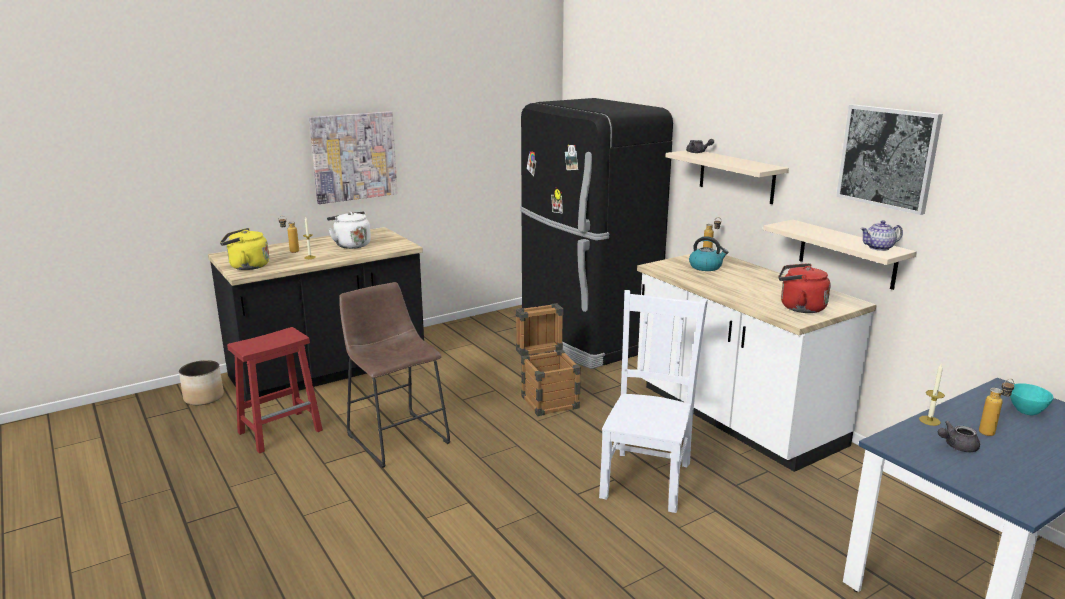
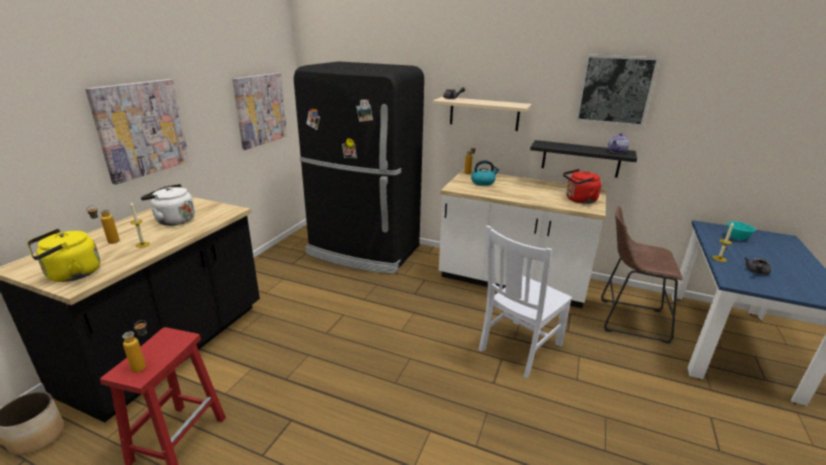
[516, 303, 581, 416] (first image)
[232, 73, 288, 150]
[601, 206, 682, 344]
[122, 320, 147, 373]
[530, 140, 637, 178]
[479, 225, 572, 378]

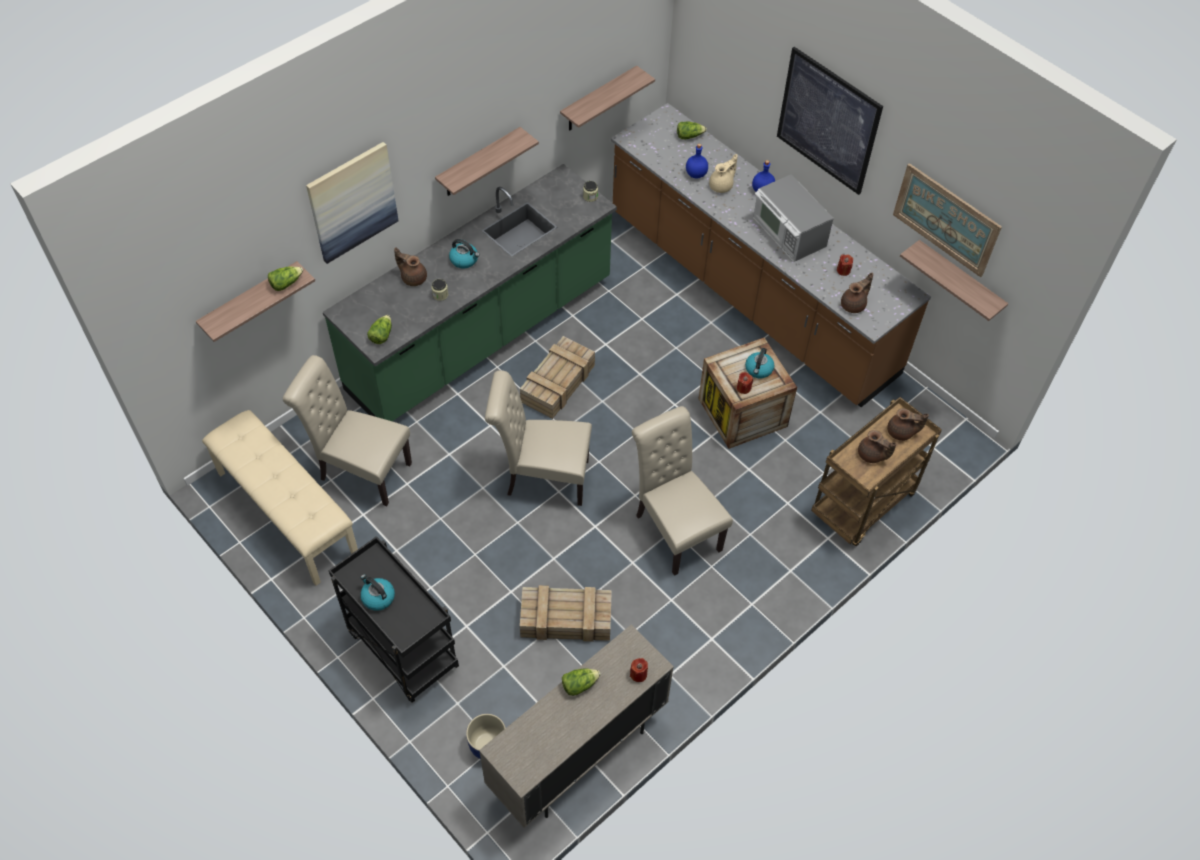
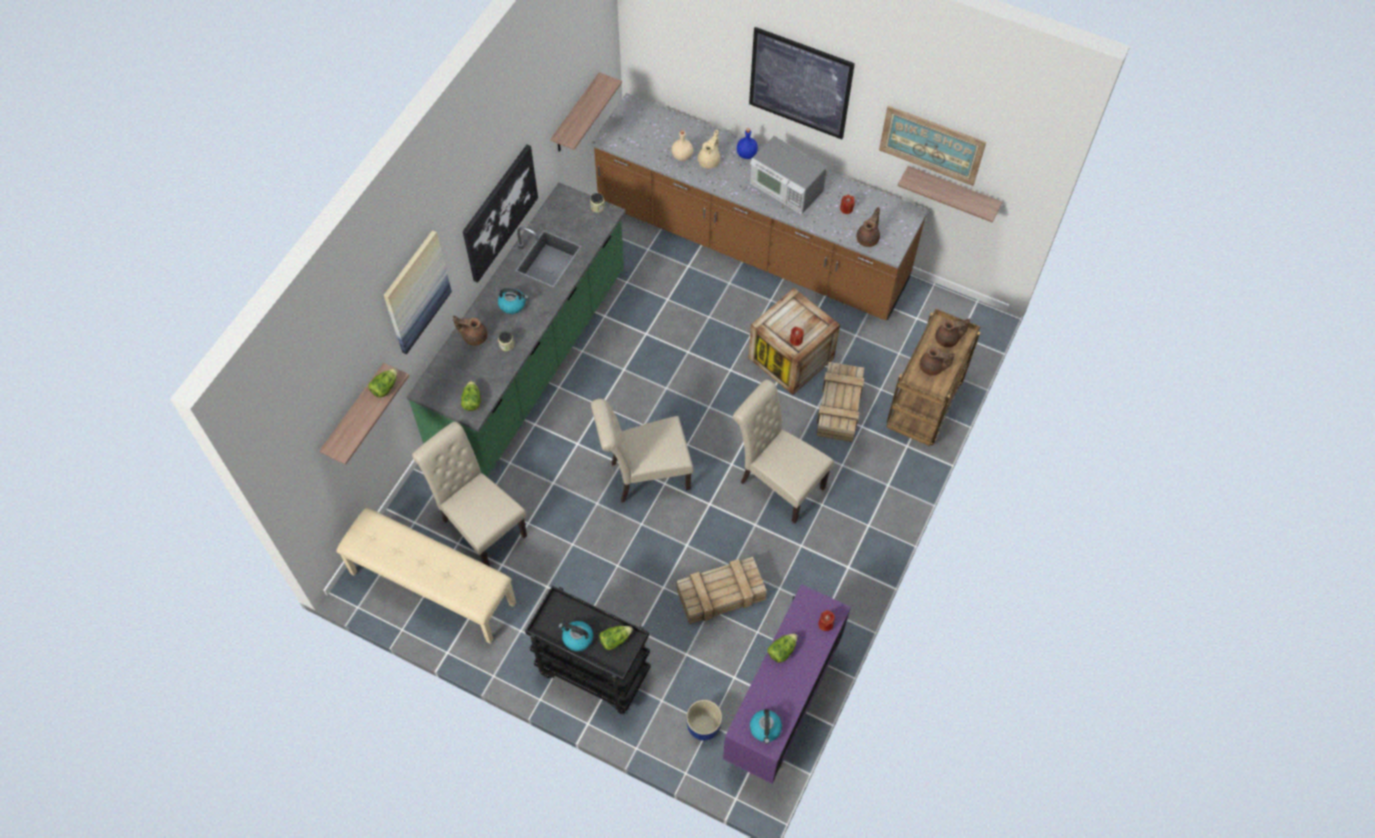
[816, 362, 864, 442]
[599, 626, 633, 650]
[750, 709, 782, 744]
[463, 145, 538, 283]
[723, 584, 851, 784]
[672, 130, 693, 161]
[412, 421, 527, 567]

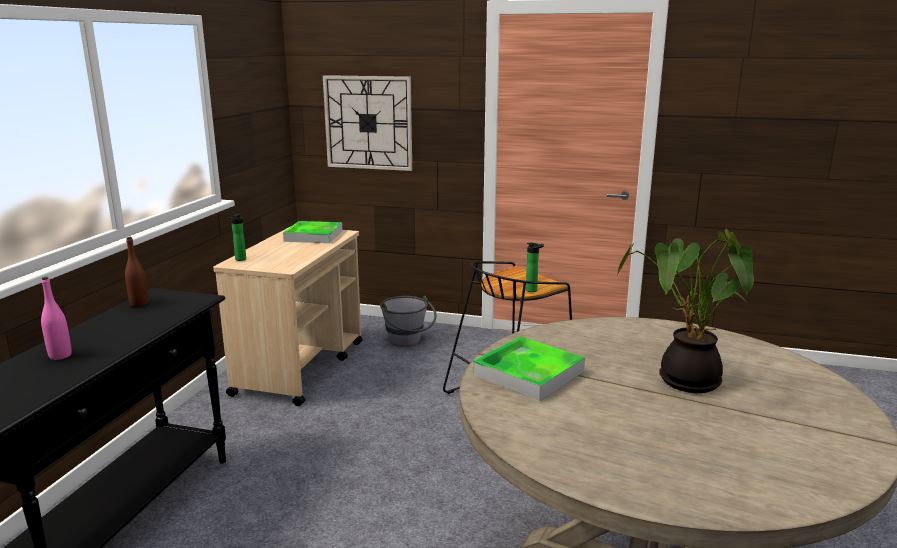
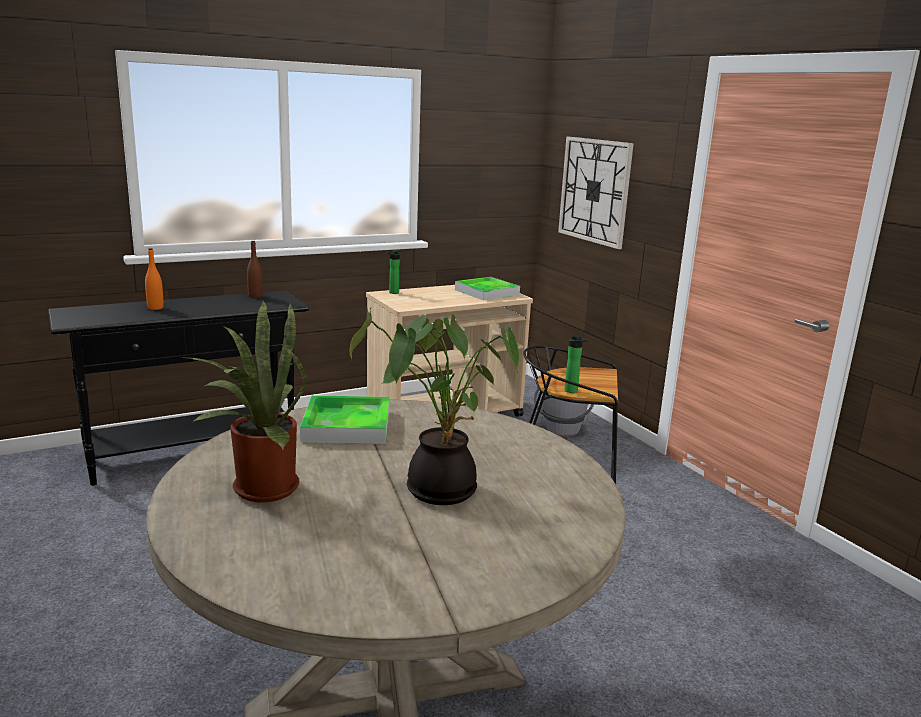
[181, 301, 307, 503]
[145, 248, 164, 310]

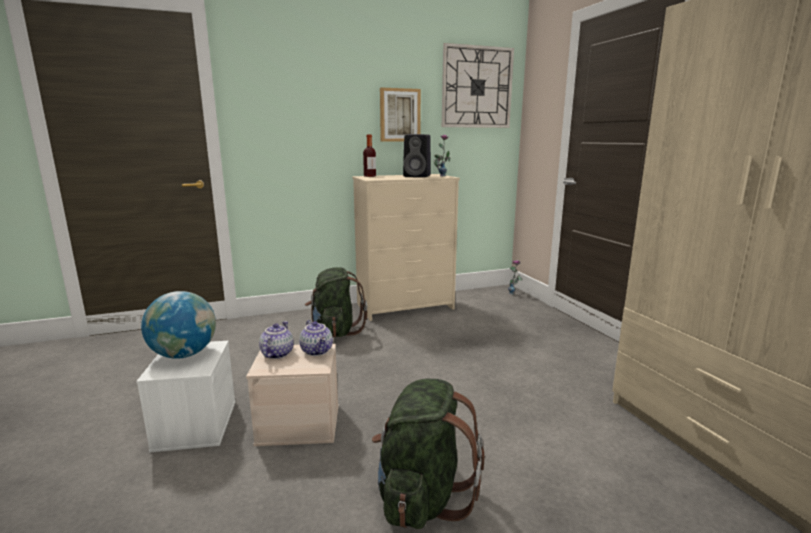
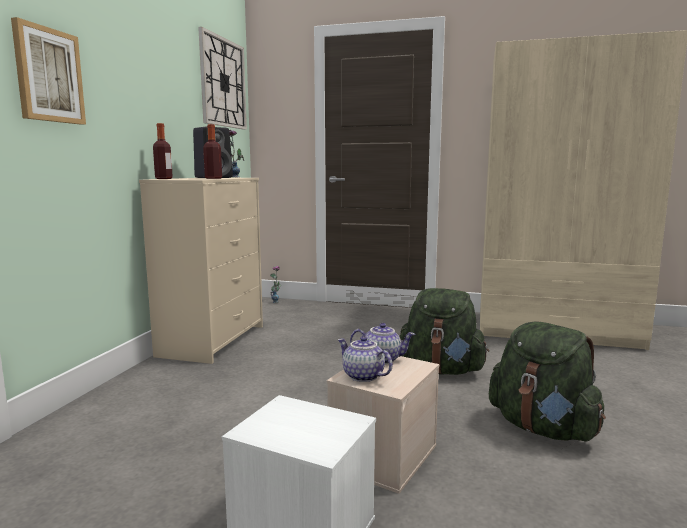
[141, 291, 216, 359] (first image)
[203, 124, 222, 179]
[399, 288, 489, 375]
[11, 17, 86, 125]

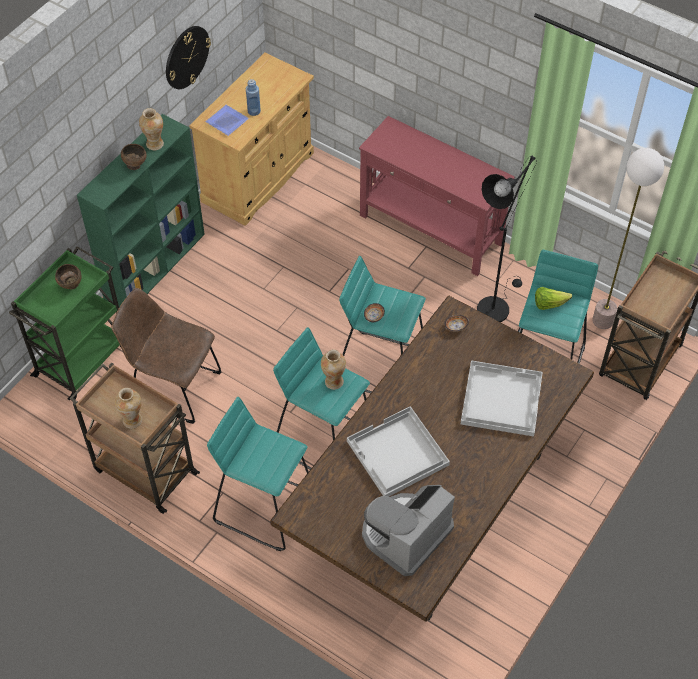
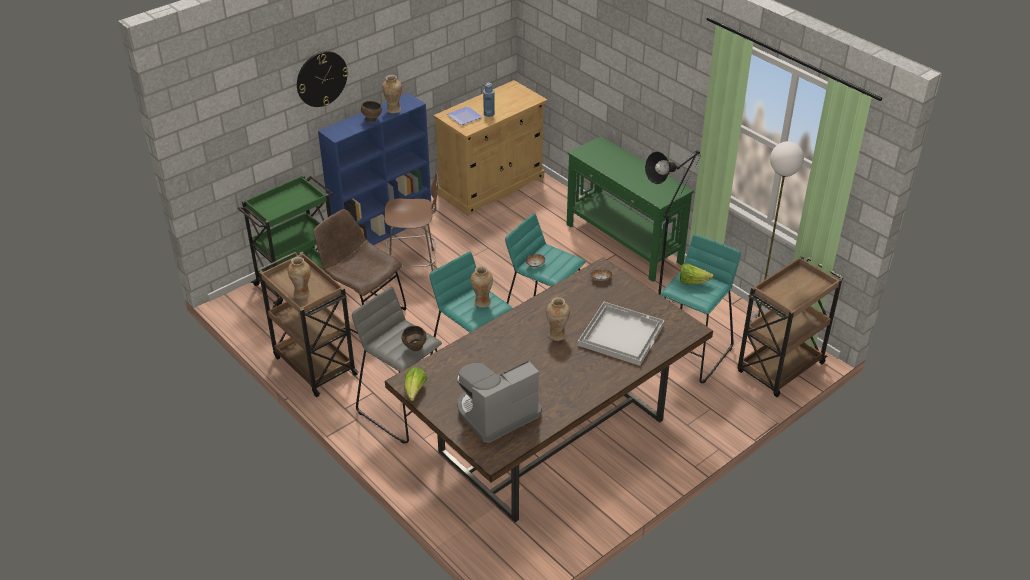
[347, 406, 450, 496] (first image)
[385, 171, 438, 280]
[404, 367, 427, 401]
[546, 297, 570, 341]
[402, 326, 427, 351]
[297, 51, 348, 107]
[318, 93, 431, 245]
[352, 286, 442, 444]
[567, 136, 694, 282]

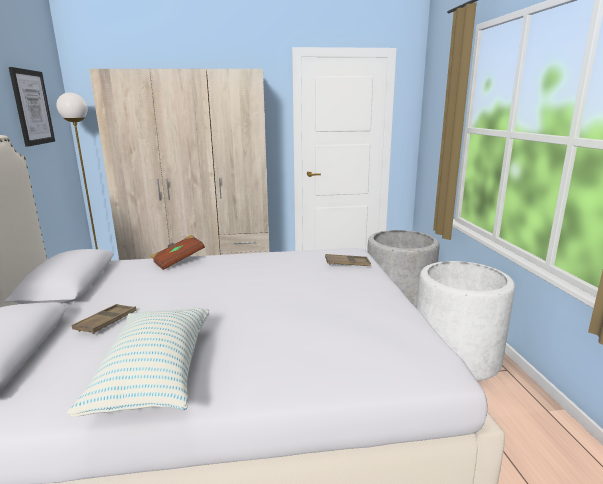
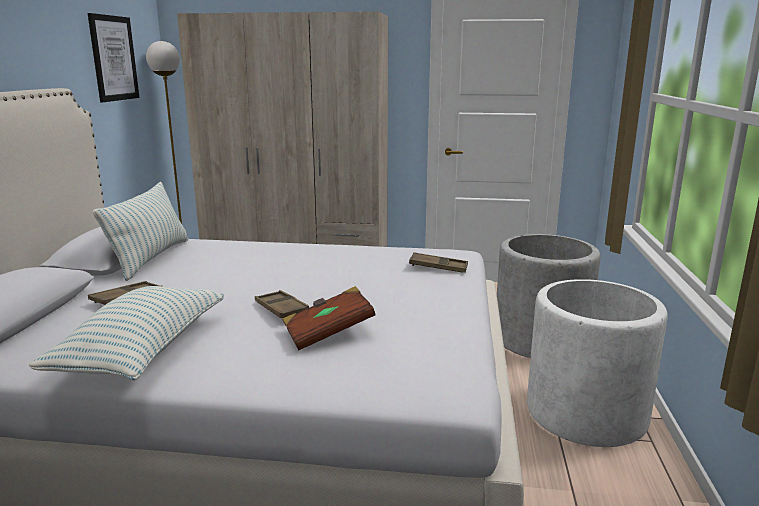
[93, 182, 188, 281]
[255, 290, 309, 318]
[282, 286, 376, 351]

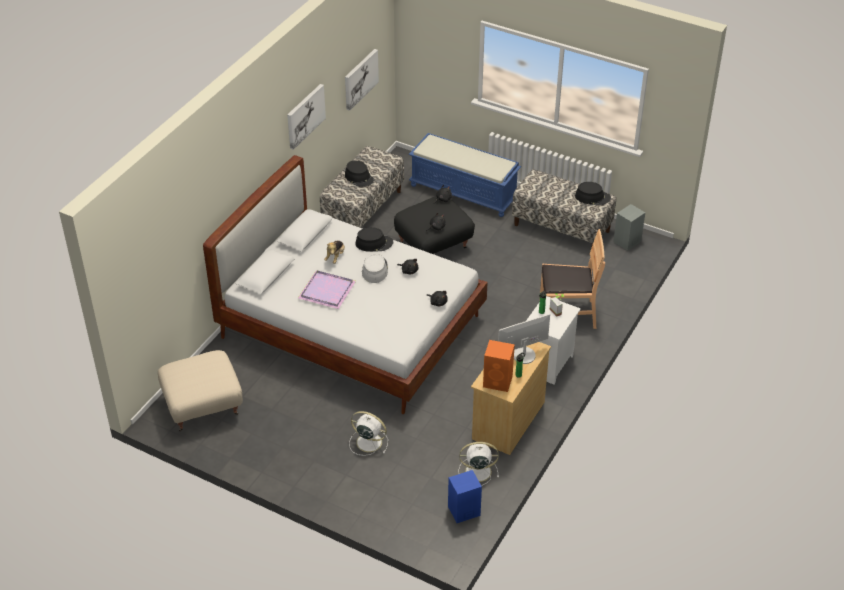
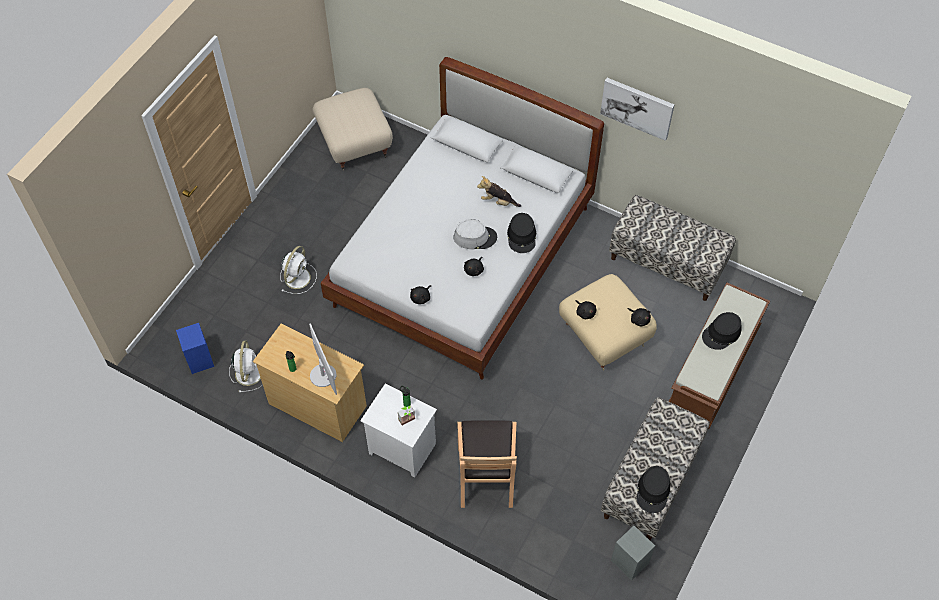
[298, 271, 356, 309] (first image)
[345, 49, 379, 111] (first image)
[483, 340, 515, 392] (first image)
[702, 312, 741, 350]
[559, 274, 657, 370]
[669, 283, 770, 429]

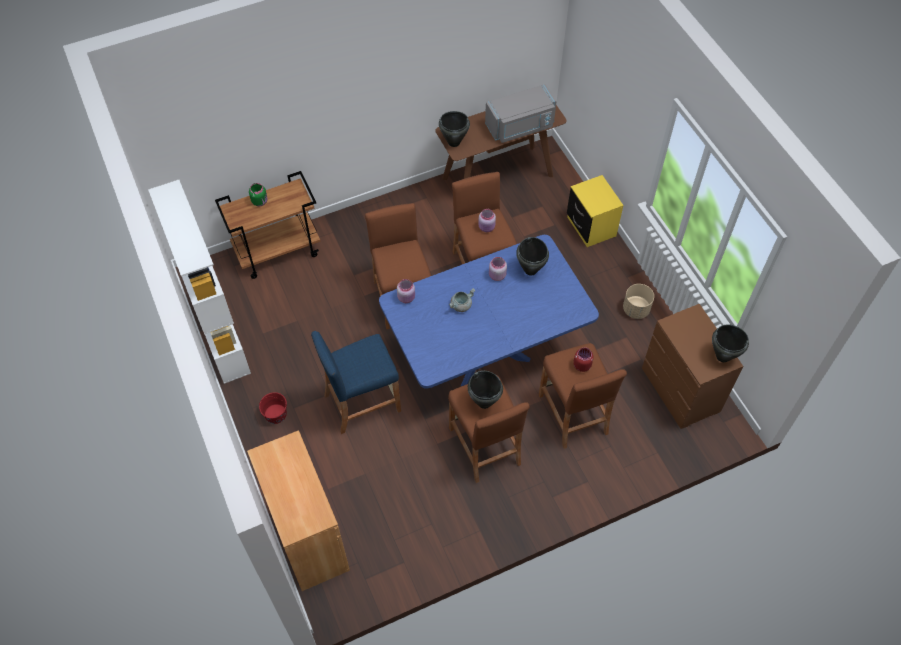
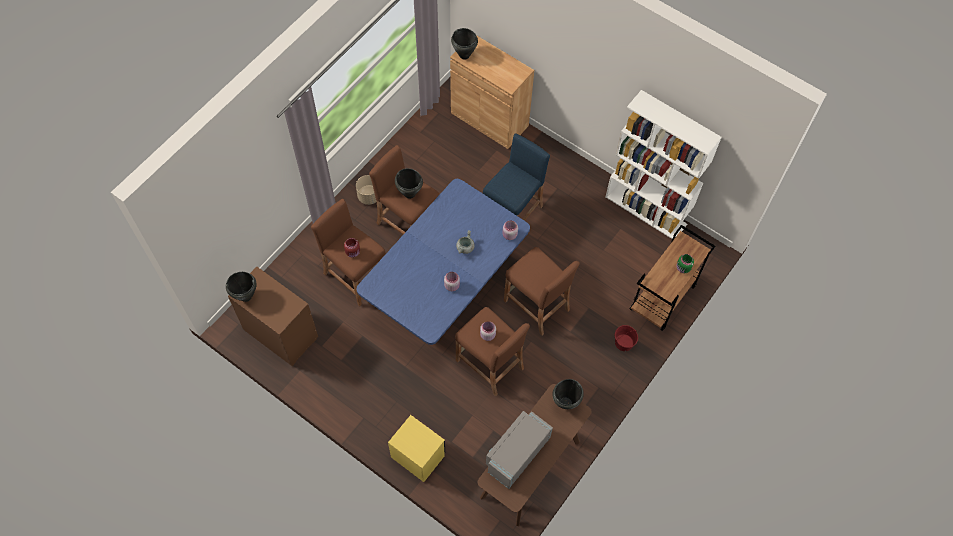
[615, 325, 638, 351]
[451, 28, 478, 60]
[356, 175, 376, 205]

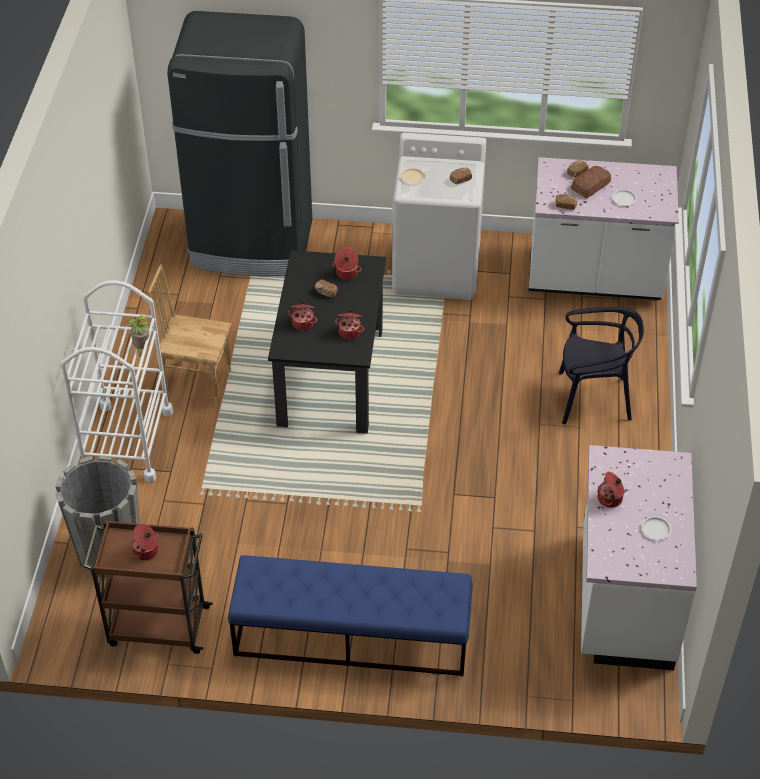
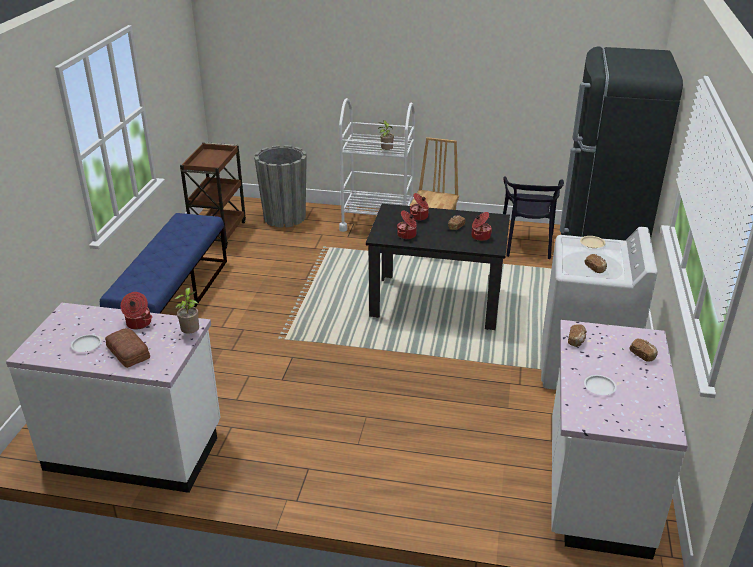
[131, 524, 158, 560] (first image)
[175, 288, 199, 334]
[503, 177, 564, 259]
[105, 328, 150, 368]

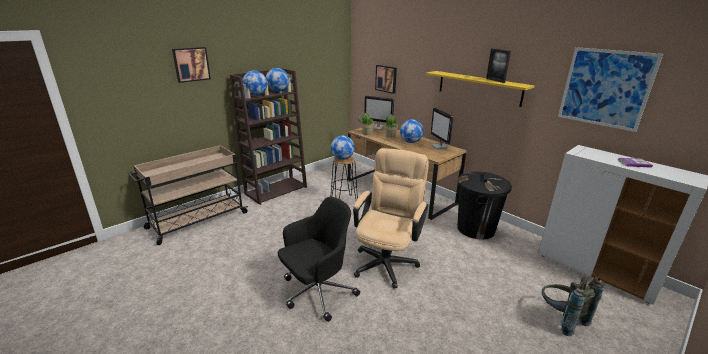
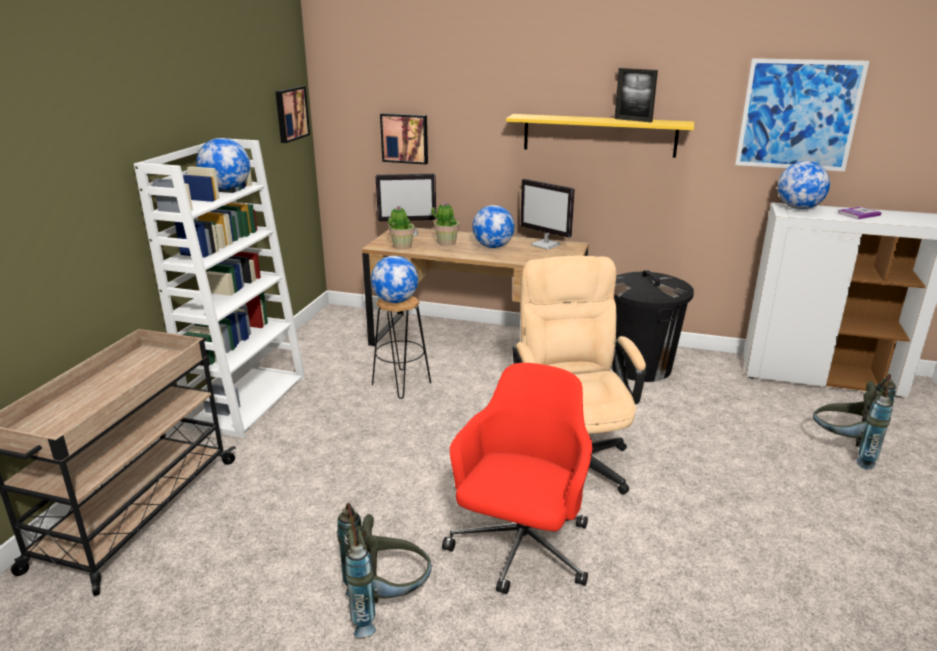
[337, 503, 432, 637]
[275, 86, 310, 143]
[778, 161, 830, 210]
[134, 139, 305, 438]
[442, 363, 592, 594]

